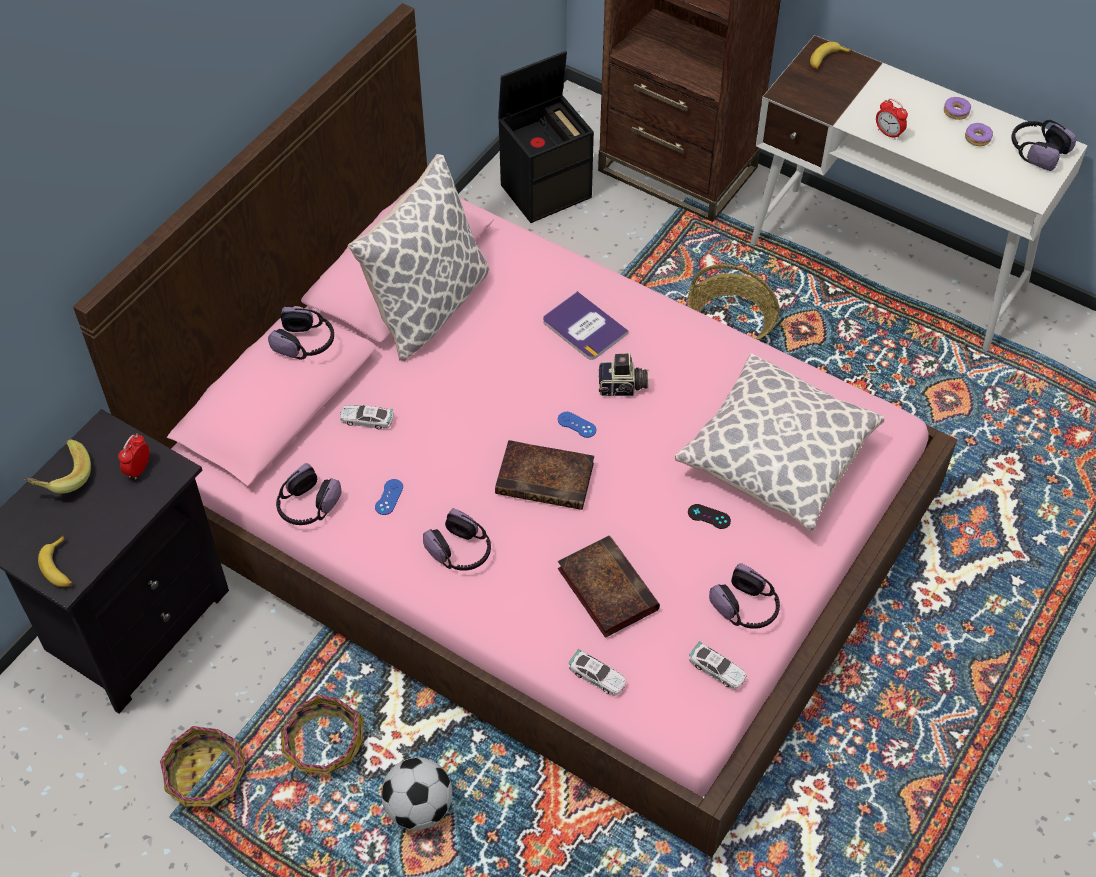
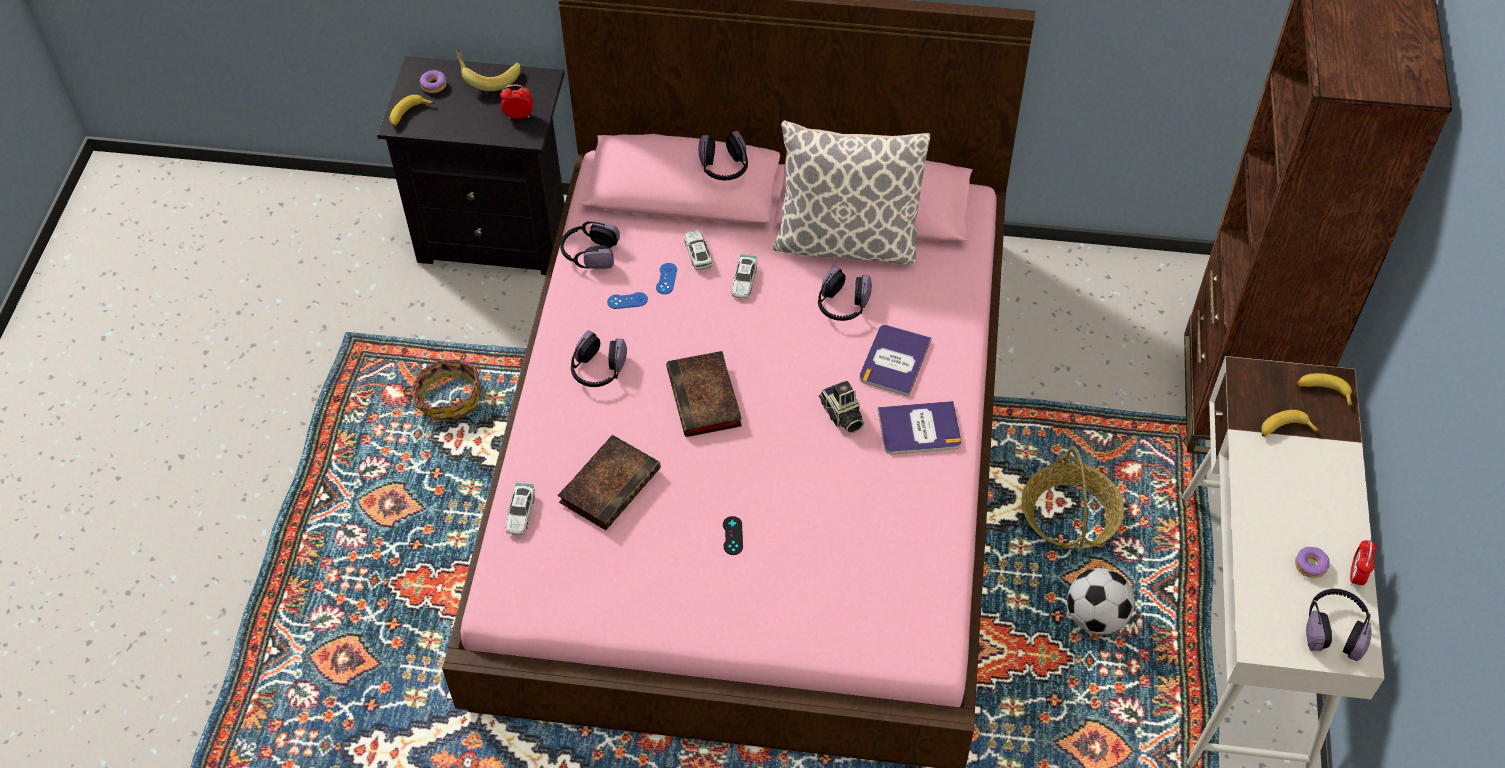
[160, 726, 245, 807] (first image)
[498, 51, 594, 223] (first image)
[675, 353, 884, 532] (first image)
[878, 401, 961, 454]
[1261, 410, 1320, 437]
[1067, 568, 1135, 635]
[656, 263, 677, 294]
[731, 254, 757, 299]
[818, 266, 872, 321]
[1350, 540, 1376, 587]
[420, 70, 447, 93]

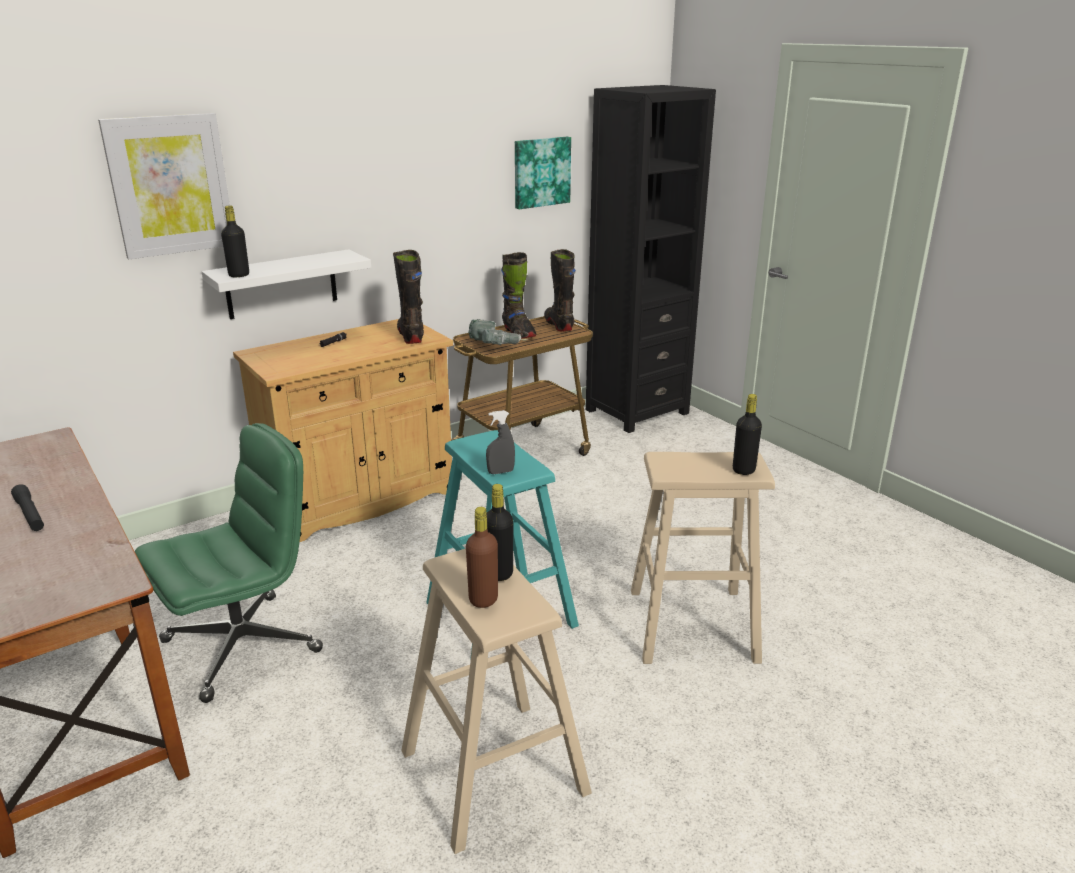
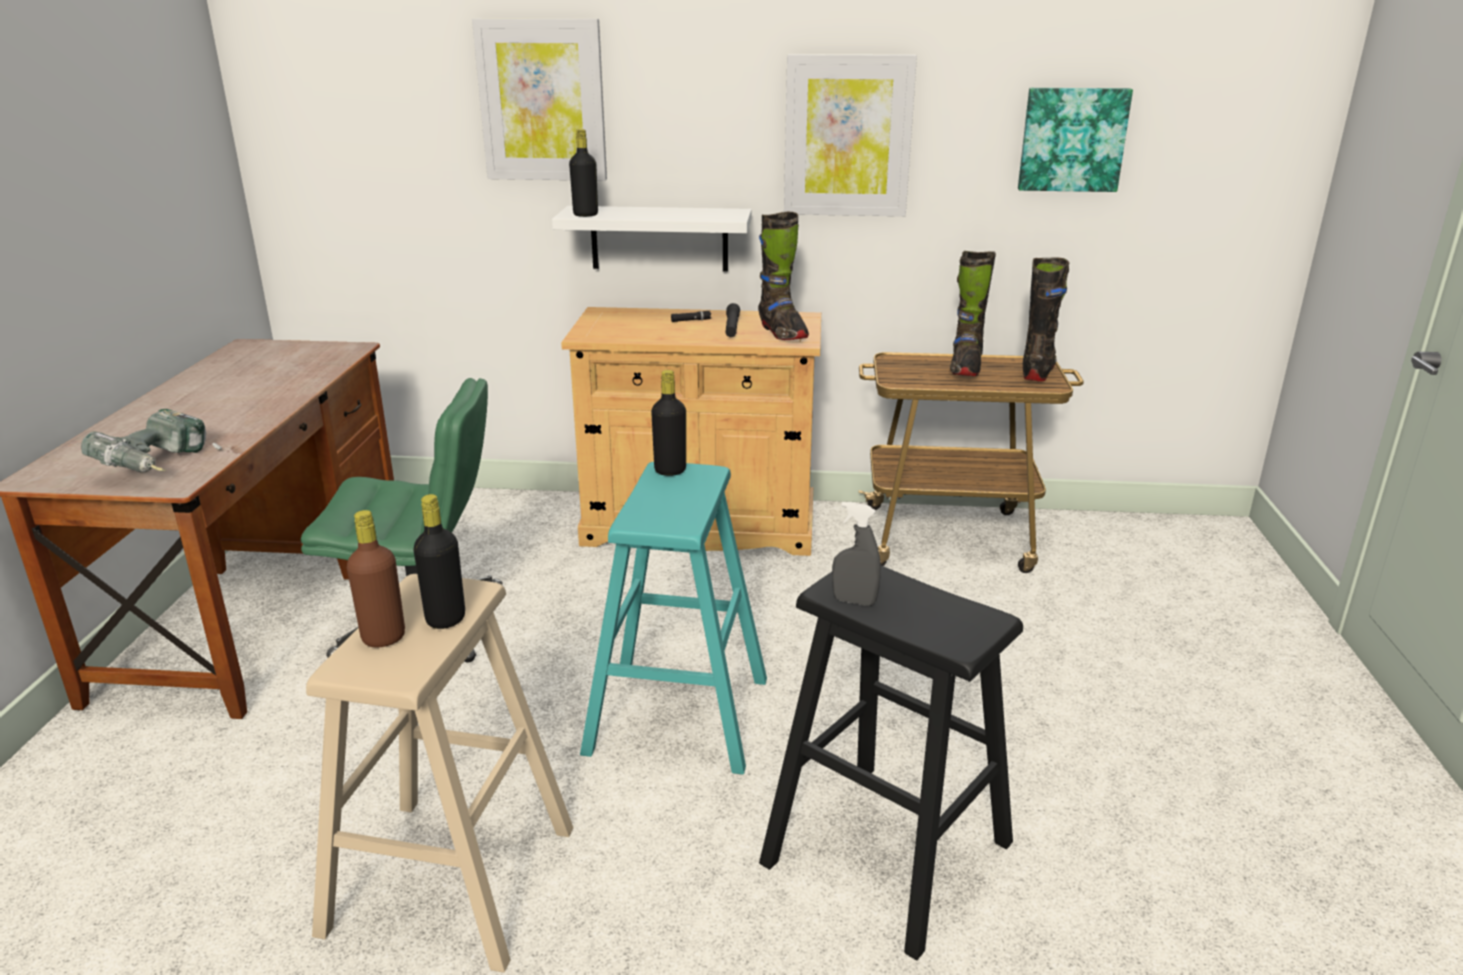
[586, 85, 716, 433] (first image)
[784, 54, 917, 216]
[725, 303, 740, 337]
[81, 409, 222, 472]
[832, 502, 881, 606]
[651, 370, 686, 476]
[759, 566, 1023, 961]
[758, 212, 809, 340]

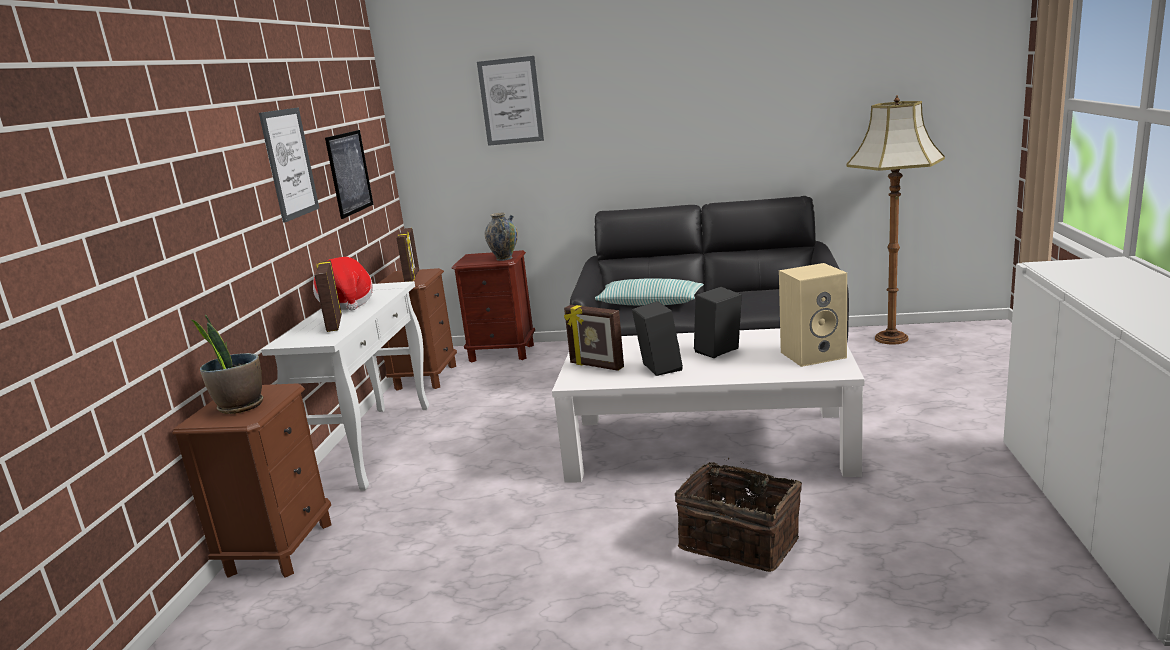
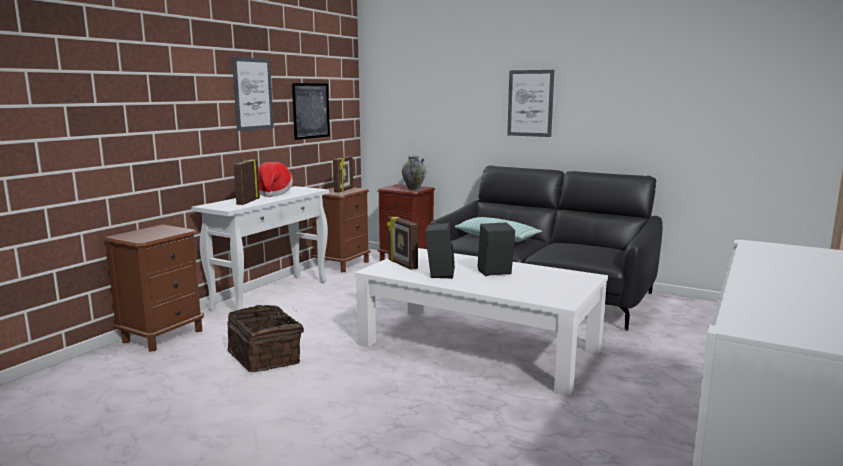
[190, 315, 263, 414] (first image)
[779, 263, 847, 367] (first image)
[846, 95, 945, 344] (first image)
[507, 70, 554, 137]
[228, 305, 304, 372]

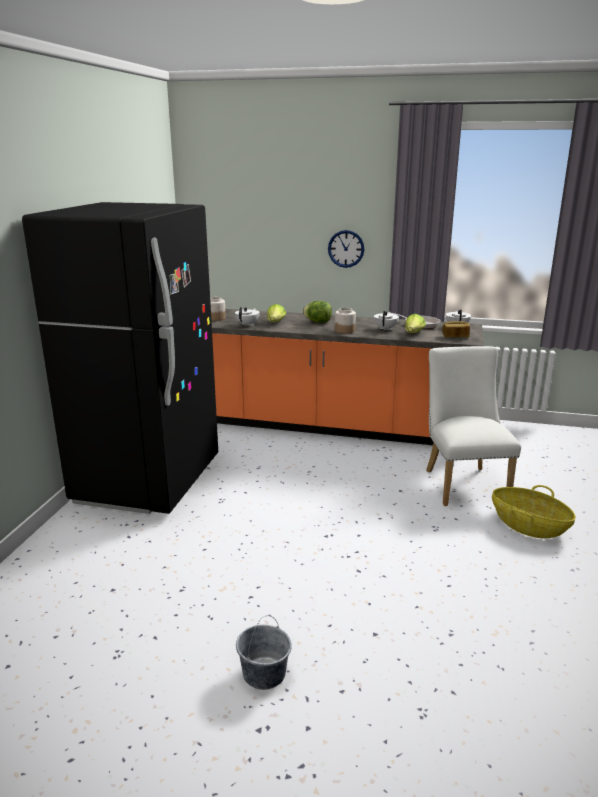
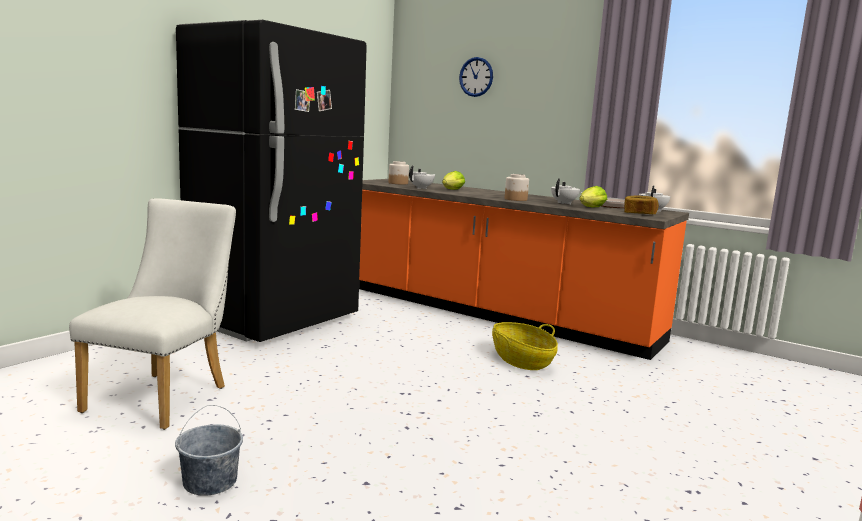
[303, 301, 332, 323] (first image)
[459, 57, 493, 97]
[69, 198, 236, 430]
[492, 322, 558, 370]

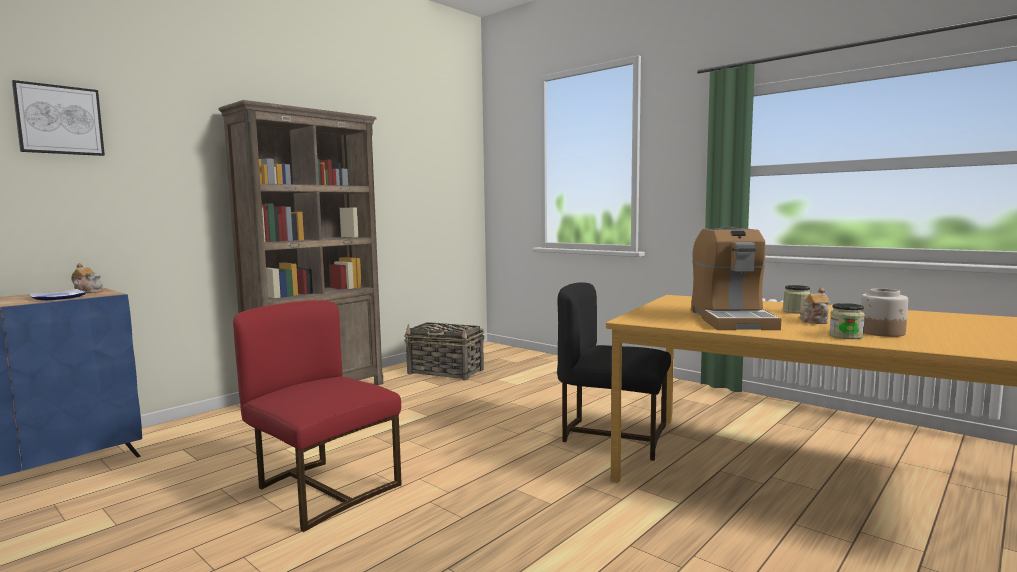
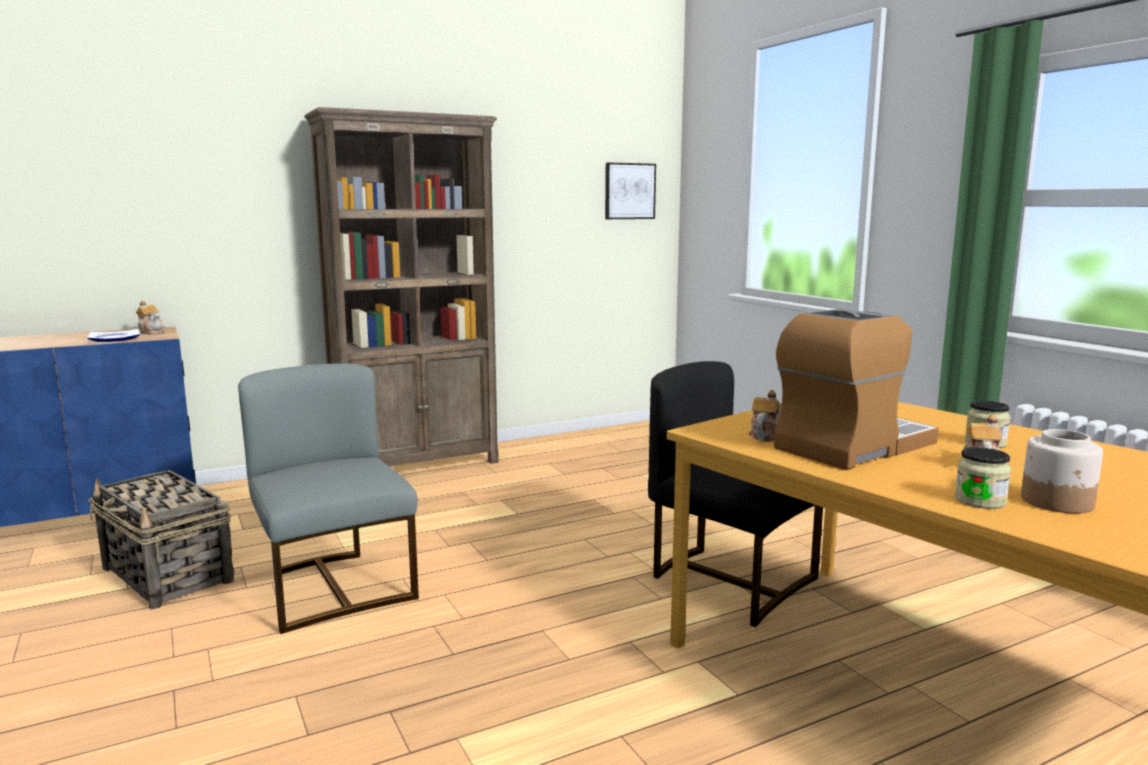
[749, 390, 782, 442]
[605, 162, 656, 219]
[88, 470, 234, 609]
[238, 363, 419, 634]
[774, 309, 939, 470]

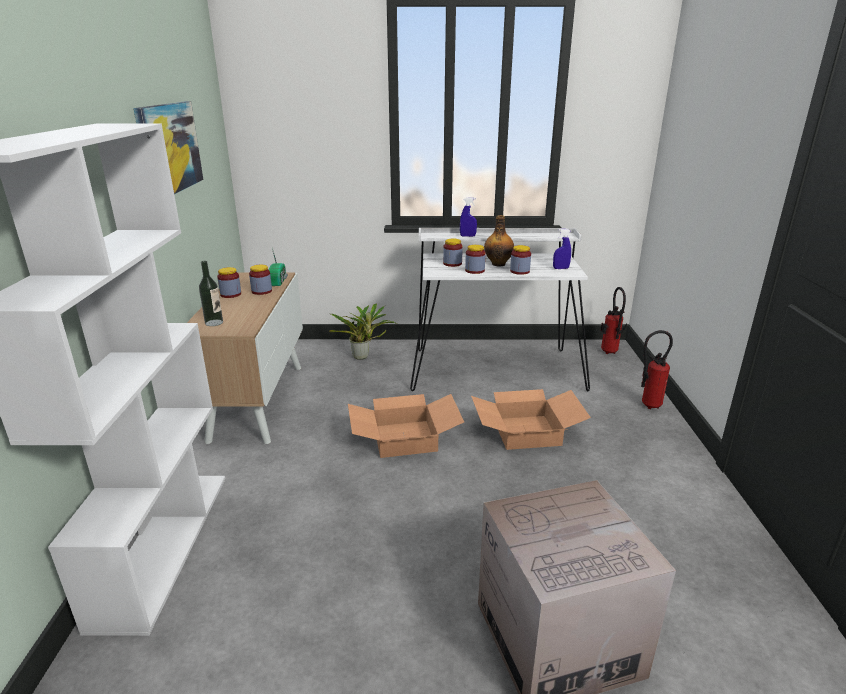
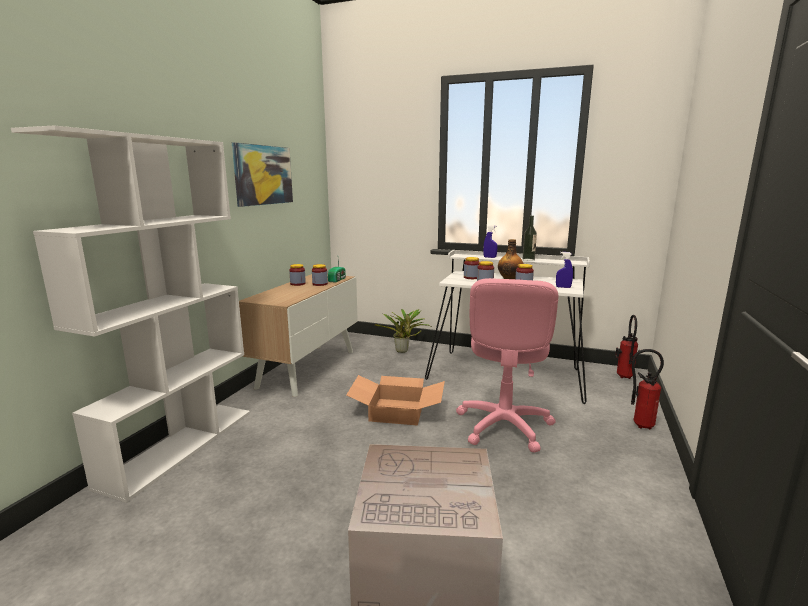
[523, 216, 537, 261]
[456, 278, 558, 452]

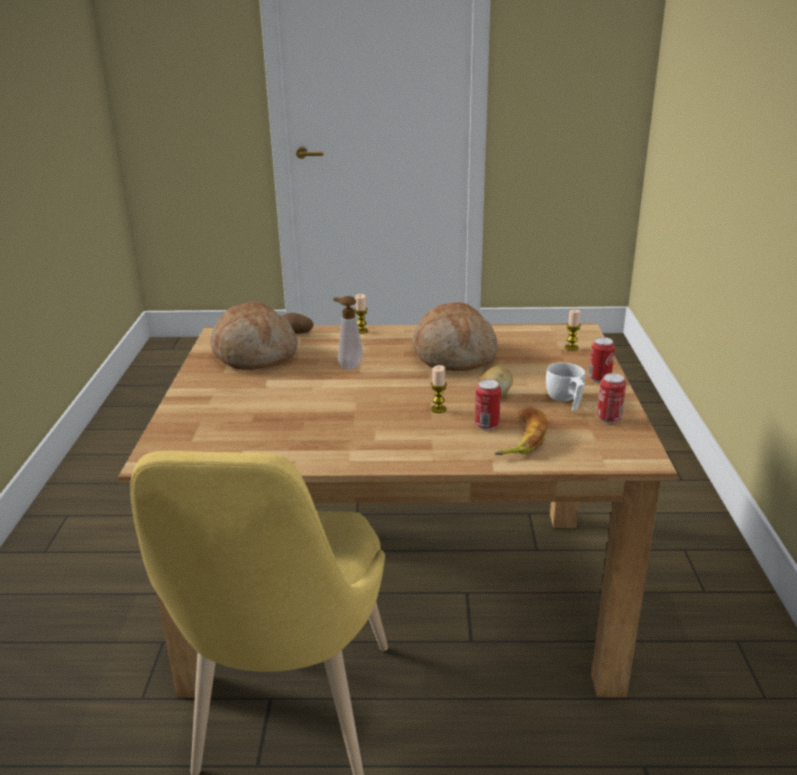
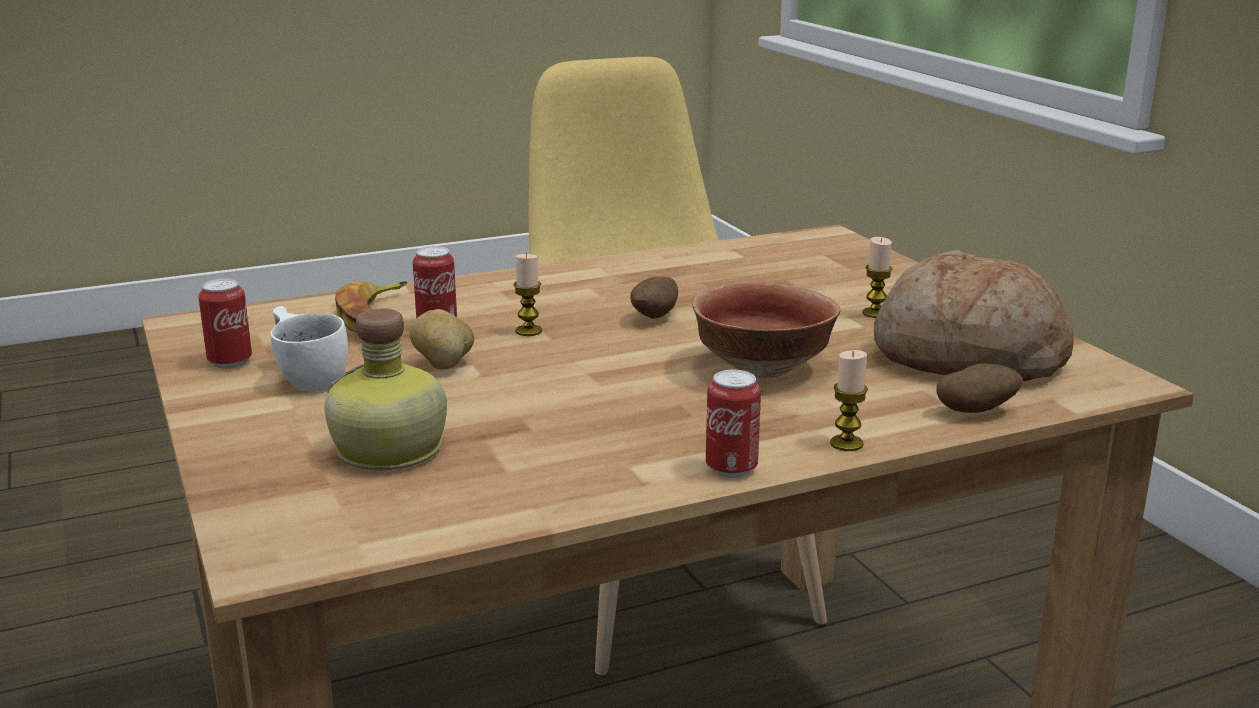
[413, 302, 498, 371] (first image)
[324, 308, 447, 470]
[630, 277, 678, 319]
[862, 237, 893, 318]
[706, 370, 761, 478]
[692, 282, 840, 378]

